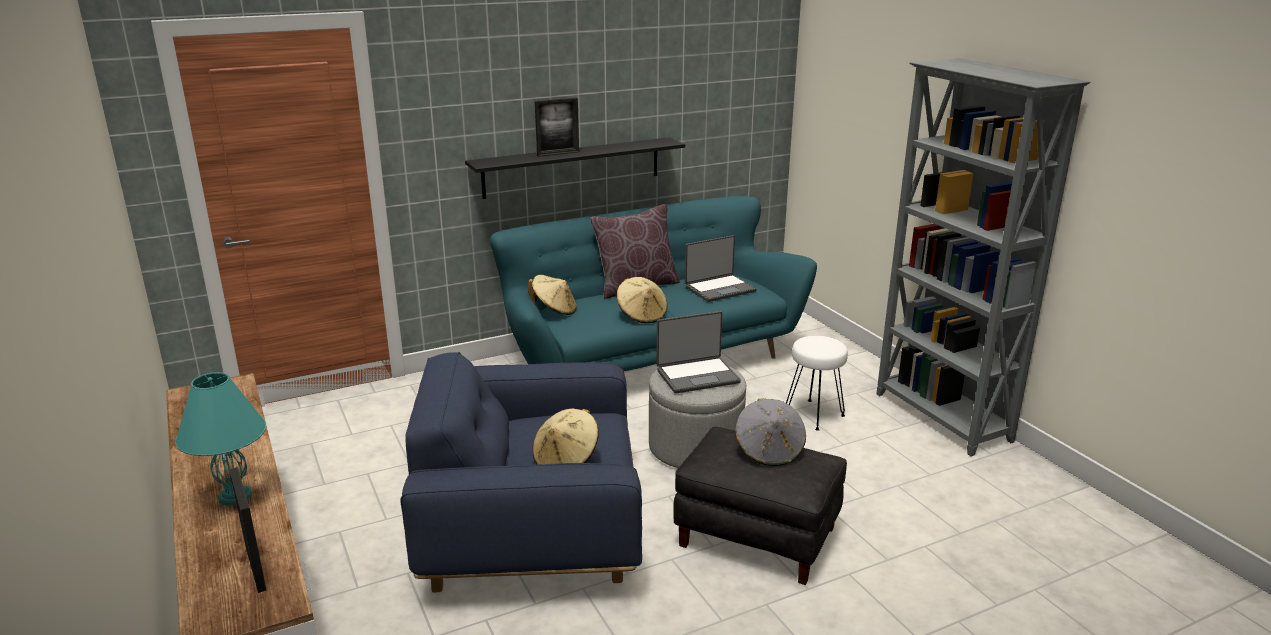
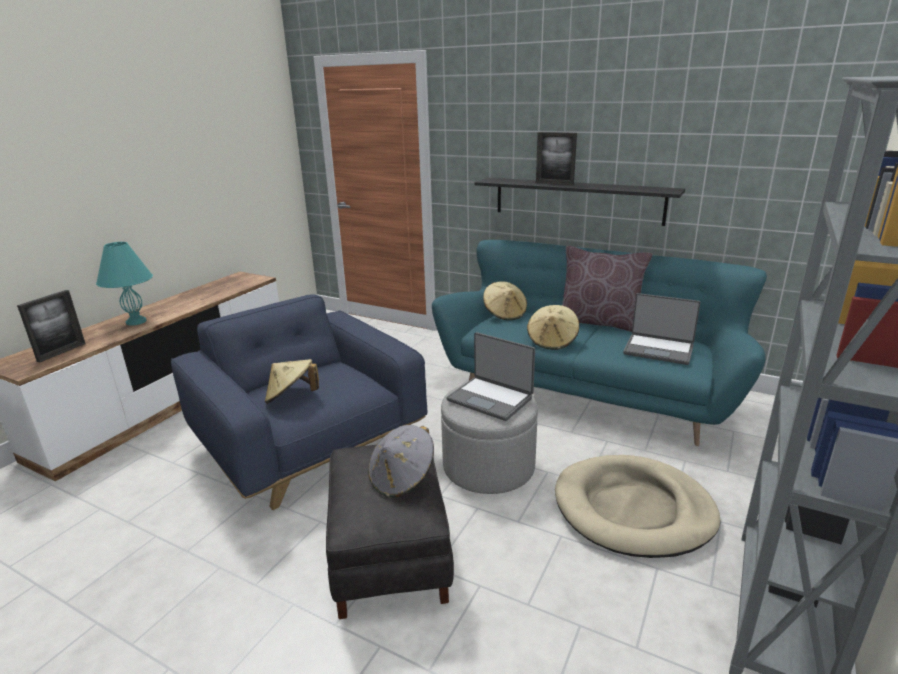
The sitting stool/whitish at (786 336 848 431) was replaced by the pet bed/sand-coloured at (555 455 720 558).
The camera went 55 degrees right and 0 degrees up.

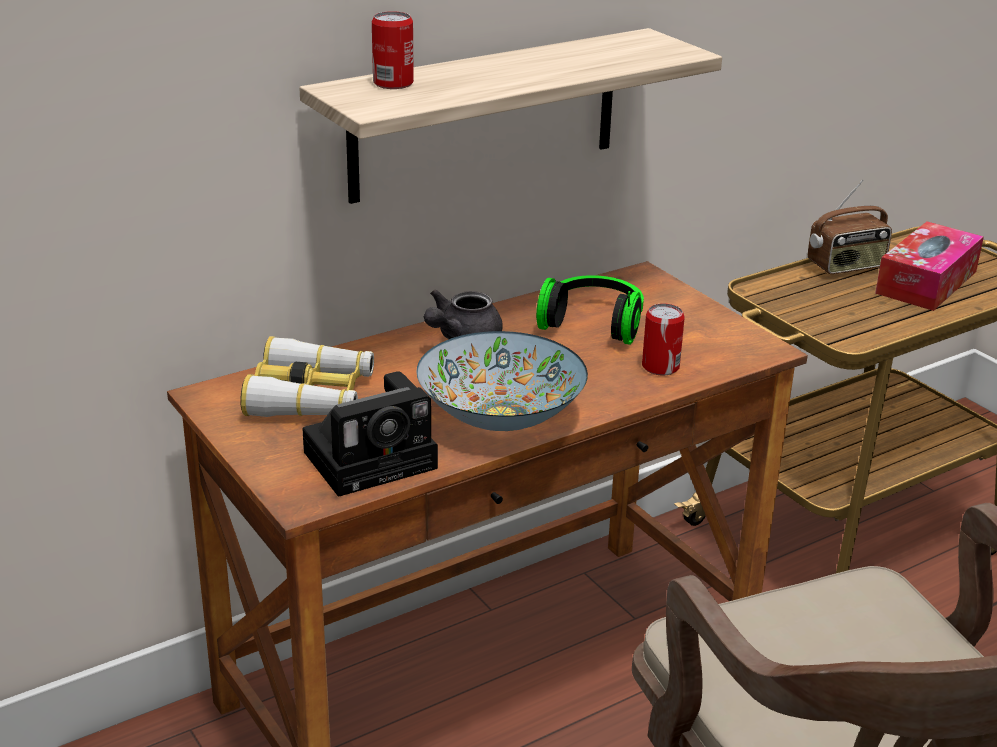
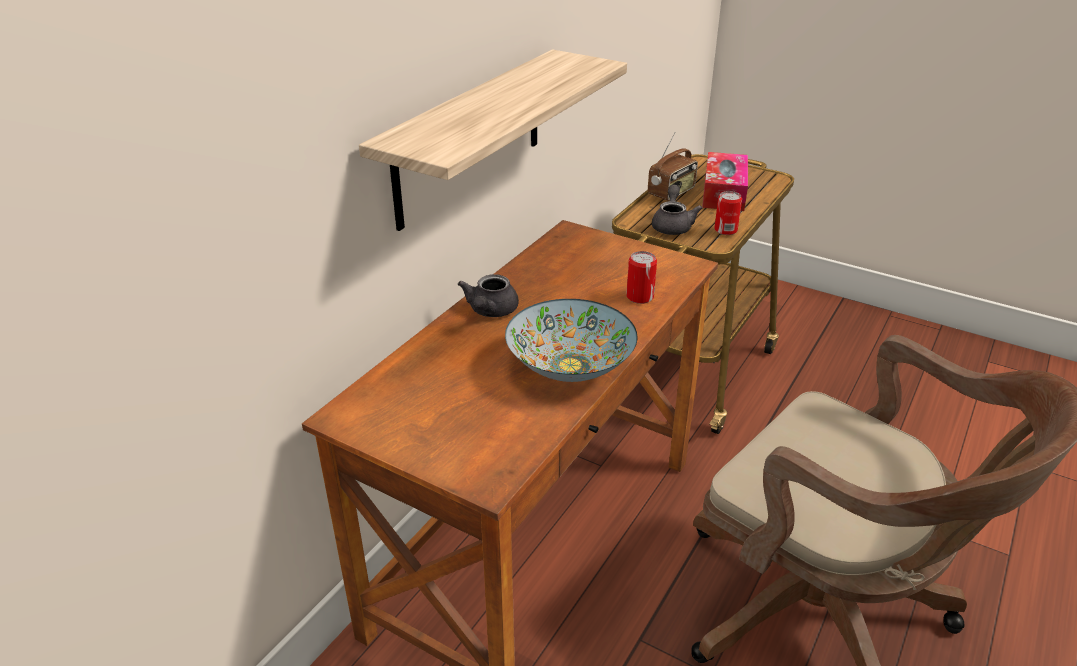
The can moved from (372 11 414 89) to (714 191 742 235).
The headphones at (536 275 644 345) disappeared.
The binoculars at (240 336 374 417) disappeared.
The photo camera at (302 371 438 497) disappeared.
The teapot/greyish at (652 185 702 235) appeared.
The camera went 25 degrees left and 5 degrees up.

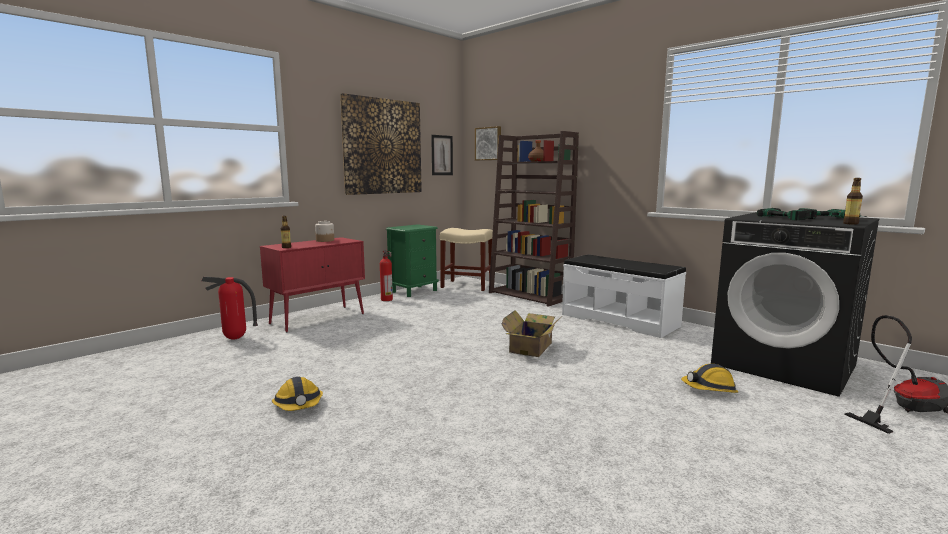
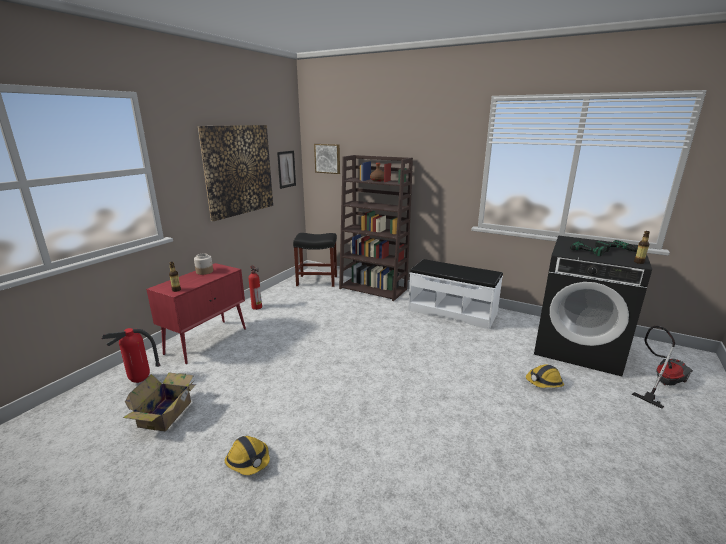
The nightstand/greenish at (386 224 439 297) disappeared.
The sitting stool/sand-coloured at (440 228 493 291) became the sitting stool/black-coloured at (293 233 337 287).
The cardboard box moved from (501 310 561 357) to (123 373 197 431).
The camera went 15 degrees left and 10 degrees up.

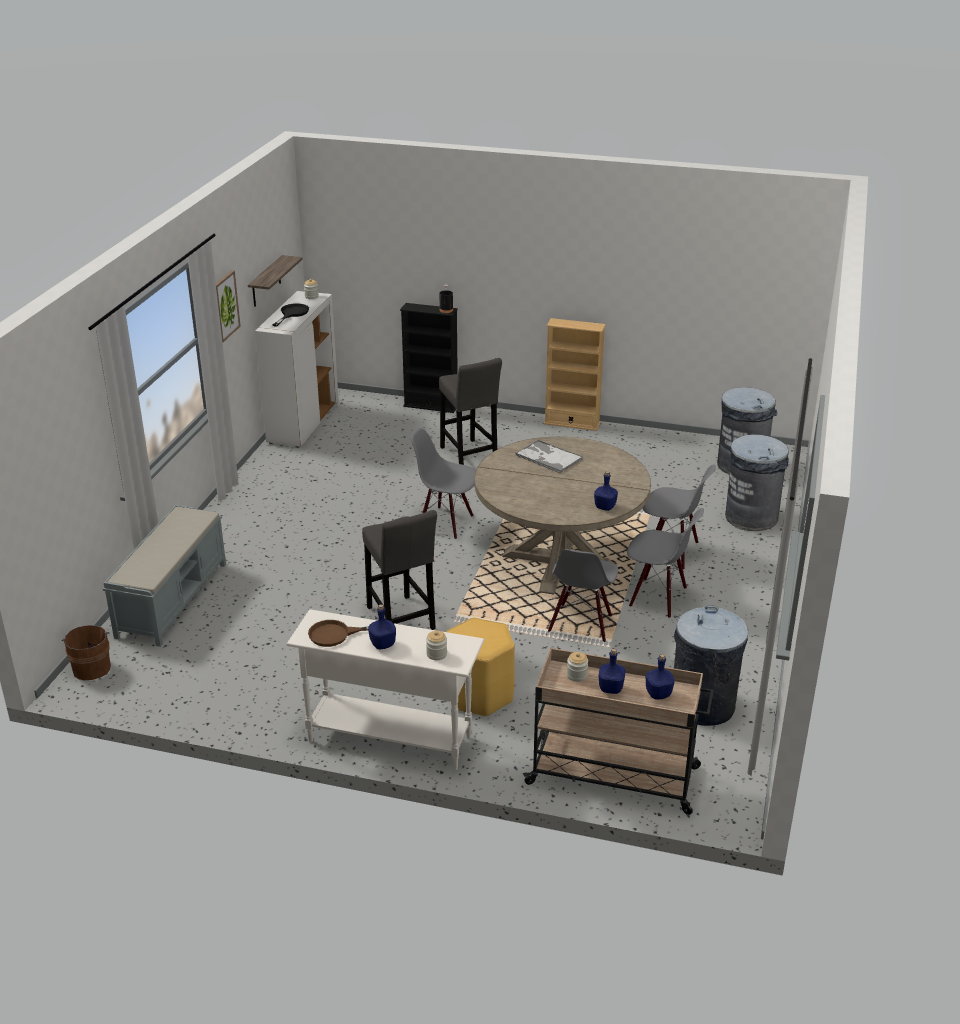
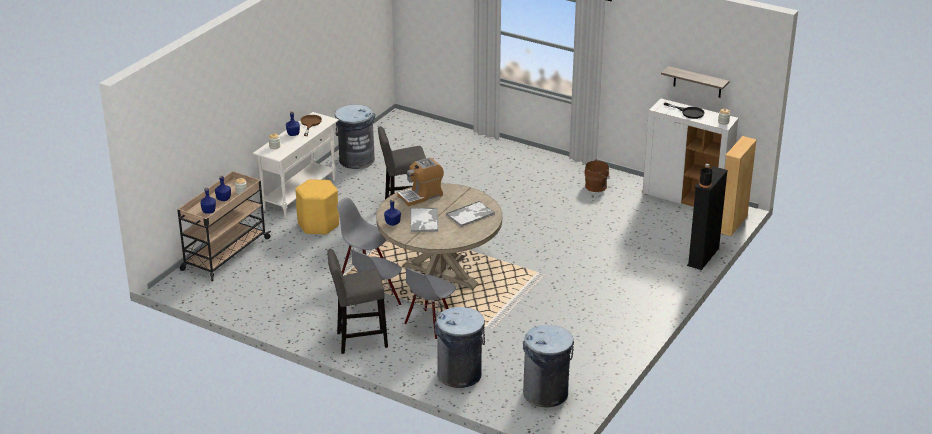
The picture at (216 270 241 343) disappeared.
The bookshelf/sand-coloured moved from (544 318 606 431) to (721 136 757 236).
The sitting stool/greyish moved from (439 358 502 465) to (327 249 388 354).
The plain chair/greyish at (411 428 476 539) disappeared.
The bench/greyish at (103 505 226 647) disappeared.
The rubbish bin/greyish moved from (674 605 748 726) to (335 105 375 169).
The bucket/brown-coloured moved from (62 625 111 680) to (585 159 610 192).
The coffee brewer at (397 158 444 206) appeared.
The serving tray at (410 208 438 232) appeared.
The camera went 105 degrees right and 0 degrees up.

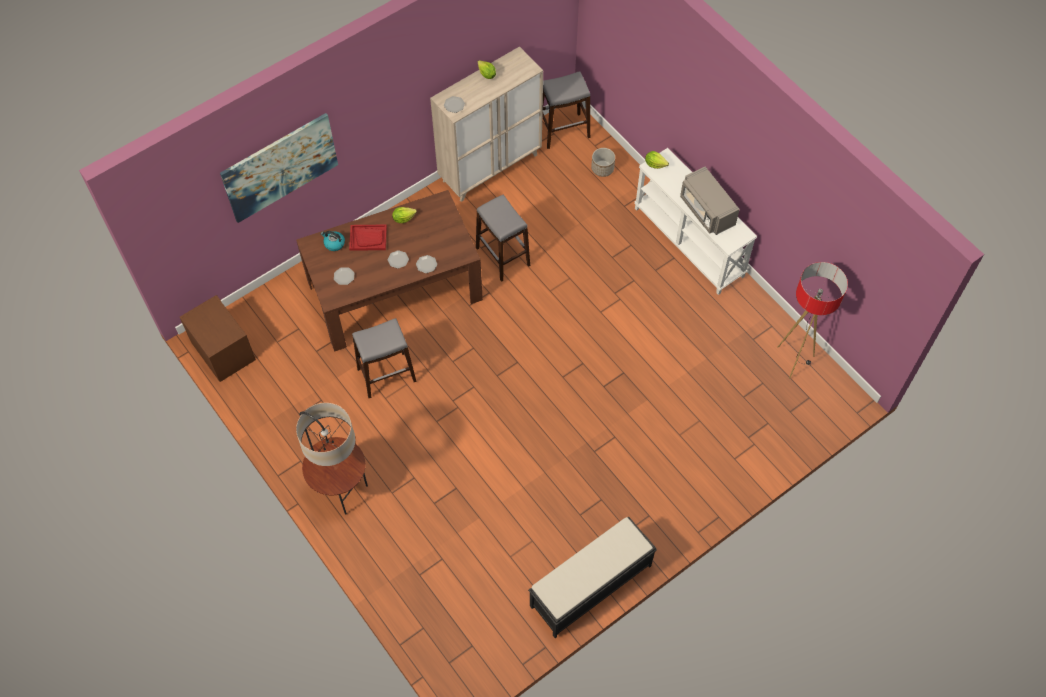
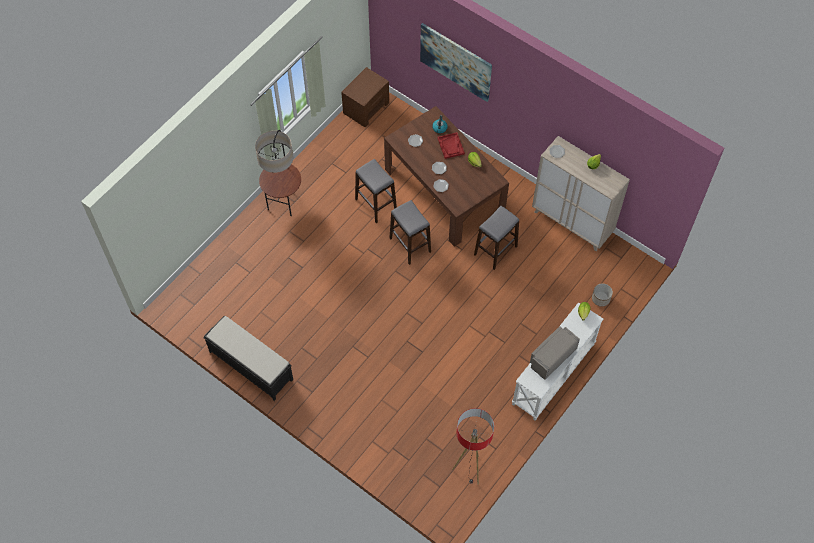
The sitting stool/greyish moved from (542 71 590 149) to (389 200 431 265).
The camera went 75 degrees right and 0 degrees up.

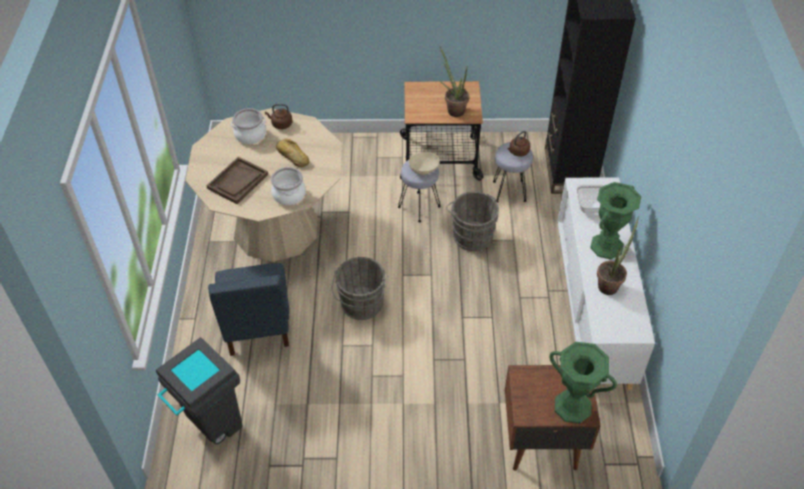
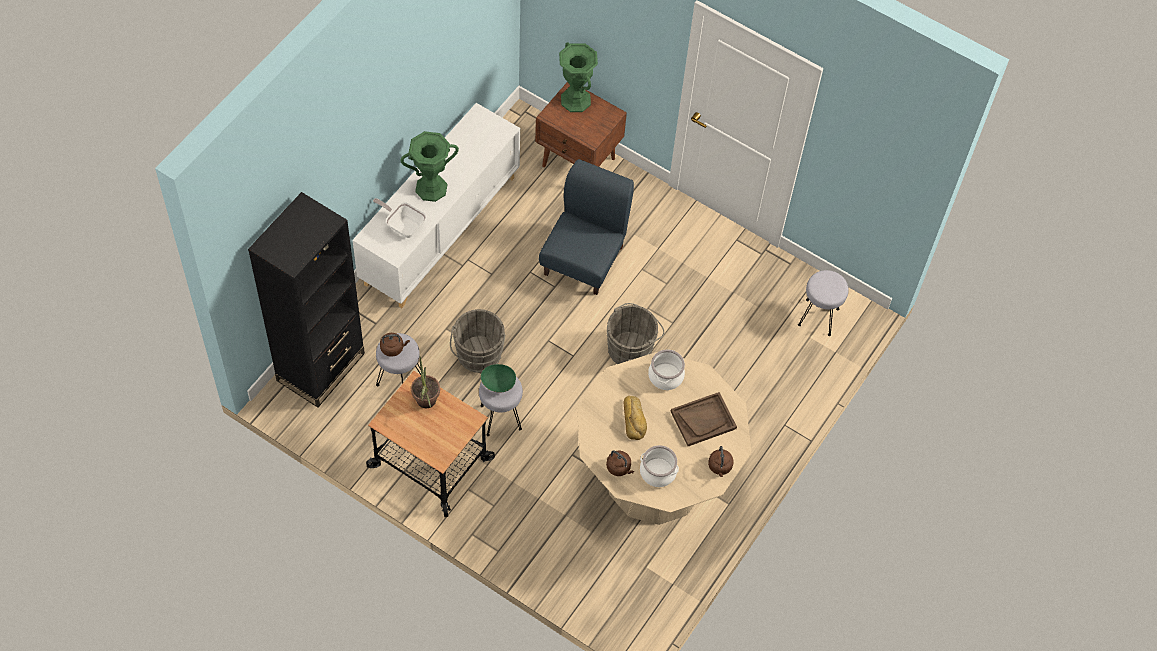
The bowl/sand-coloured at (409 152 440 175) became the bowl/greenish at (480 364 516 393).
The potted plant at (597 217 639 295) disappeared.
The plain chair/bluish moved from (208 263 289 356) to (539 159 634 295).
The rubbish bin/greyish at (156 337 243 444) was replaced by the sitting stool/greyish at (798 270 849 336).
The tea kettle/brown-coloured at (708 446 734 477) appeared.
The camera went 150 degrees left and 10 degrees up.

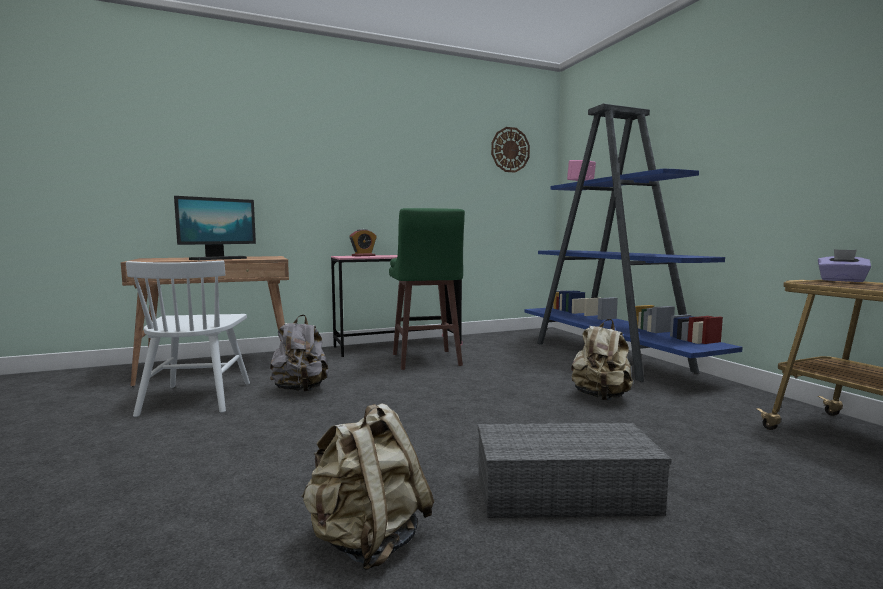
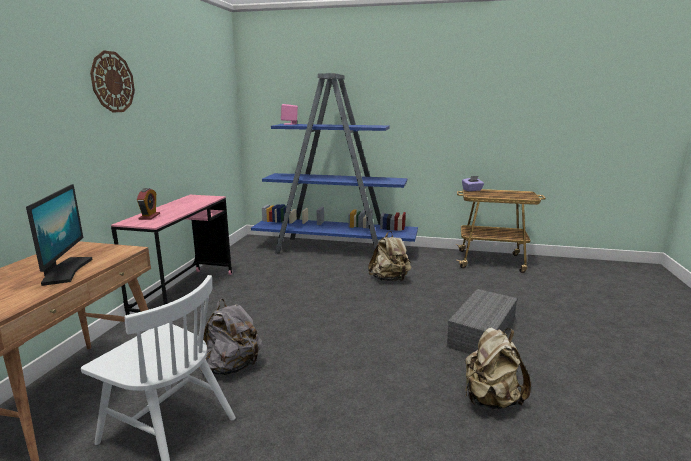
The wall clock moved from (491 127 530 173) to (90 50 135 113).
The sitting stool/greenish at (389 208 465 370) disappeared.
The camera went 55 degrees left and 10 degrees up.

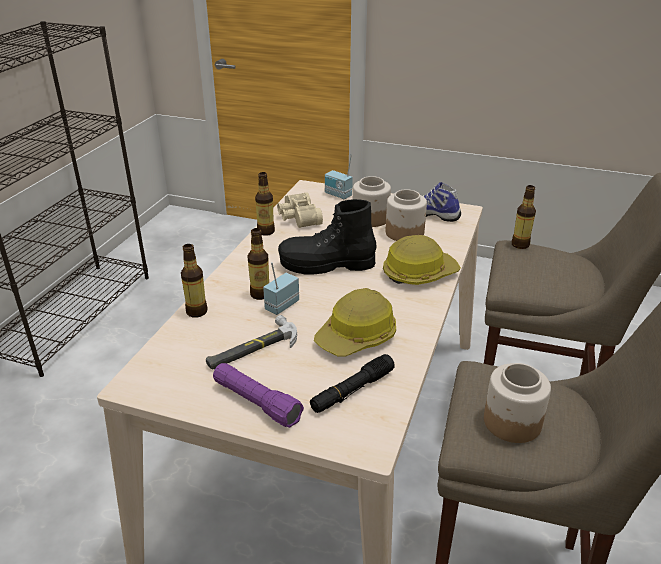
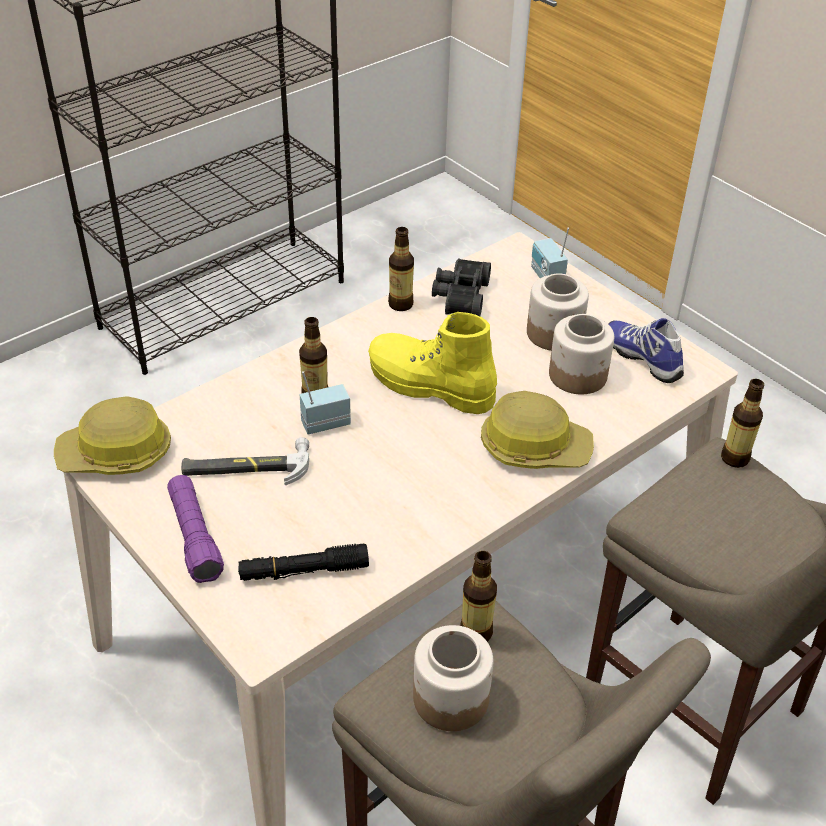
The binoculars/sand-coloured at (277 192 323 228) became the binoculars/black-coloured at (432 259 491 316).
The boot/black-coloured at (278 199 377 275) became the boot/yellow at (368 312 497 414).
The beverage bottle moved from (181 244 208 318) to (460 551 497 641).
The hard hat moved from (314 288 396 357) to (54 396 171 475).
The camera went 30 degrees right and 10 degrees up.

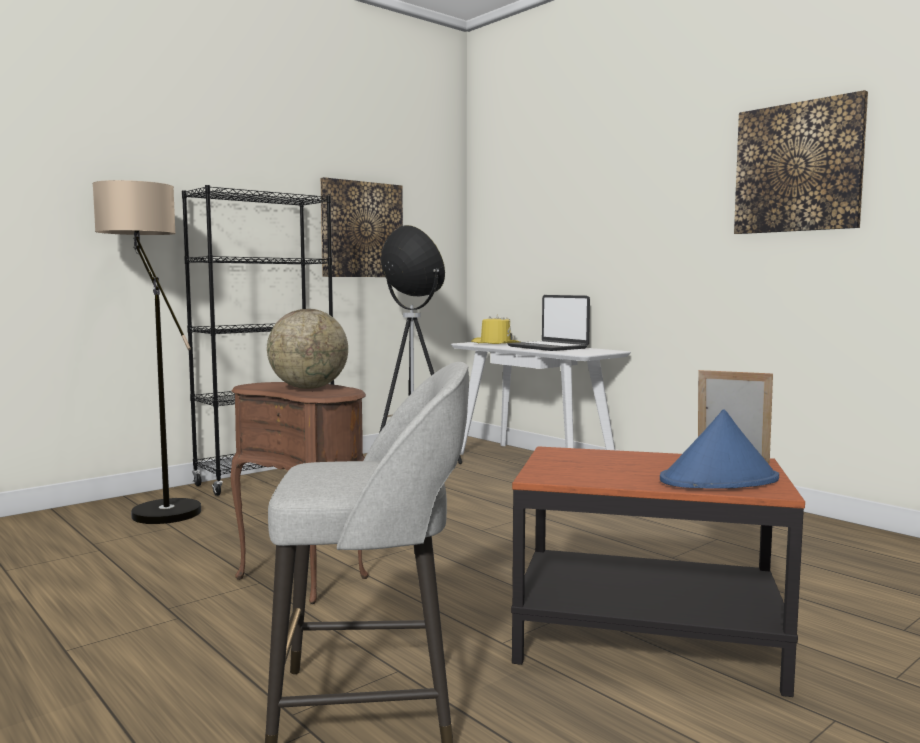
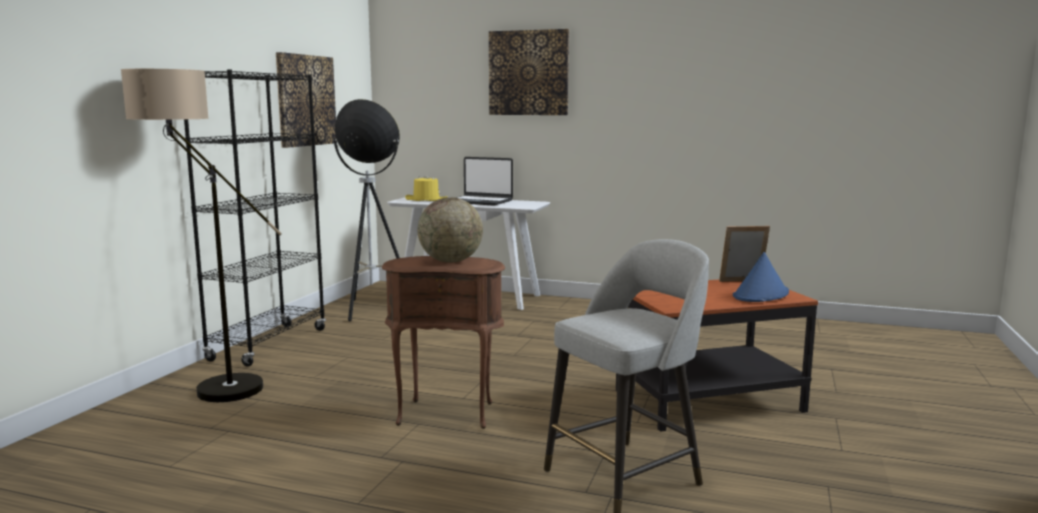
The picture moved from (734 90 868 234) to (489 29 569 115).
The camera went 30 degrees left and 5 degrees up.

